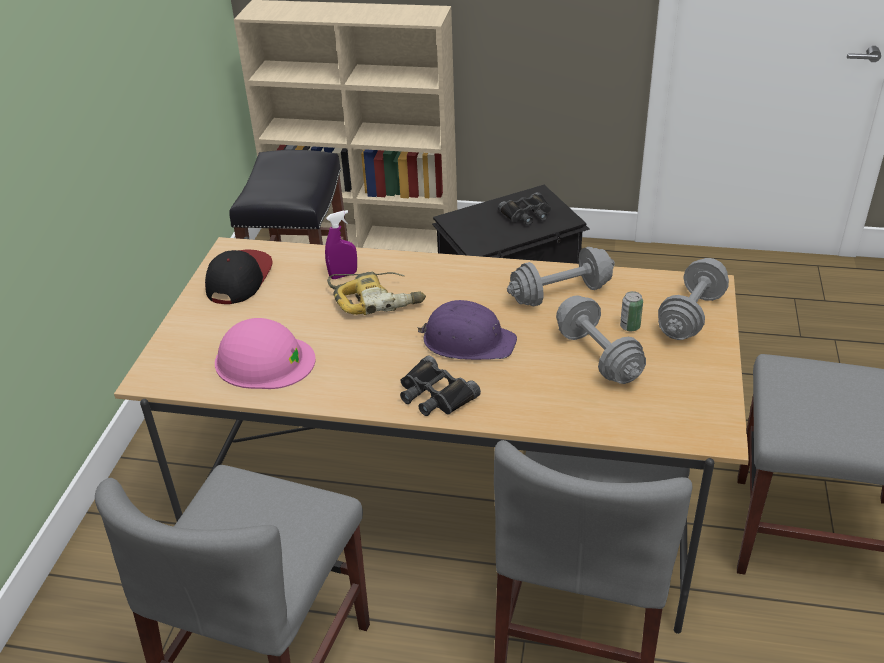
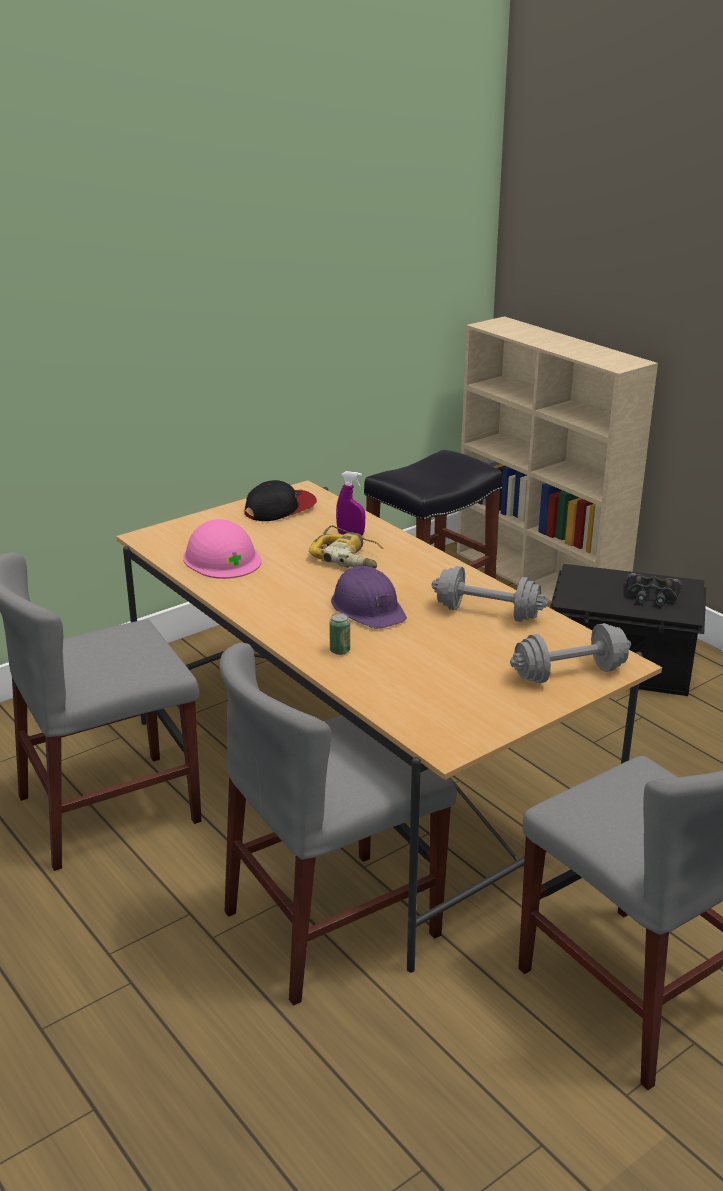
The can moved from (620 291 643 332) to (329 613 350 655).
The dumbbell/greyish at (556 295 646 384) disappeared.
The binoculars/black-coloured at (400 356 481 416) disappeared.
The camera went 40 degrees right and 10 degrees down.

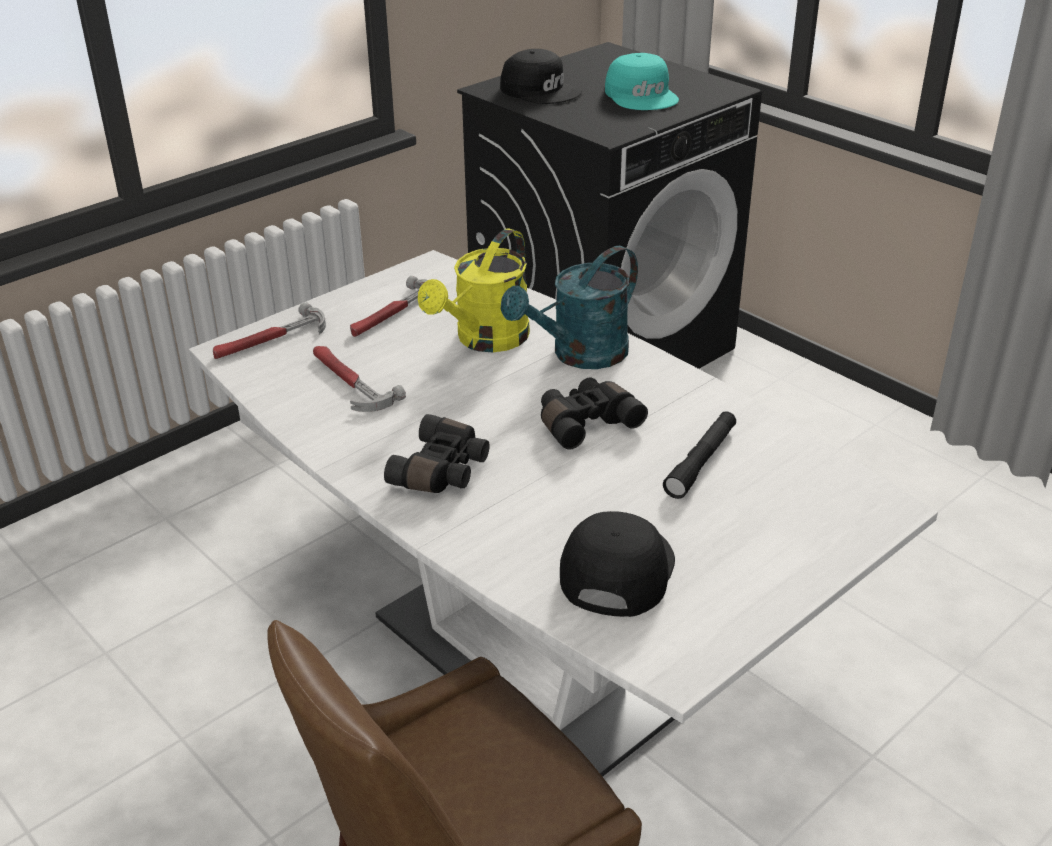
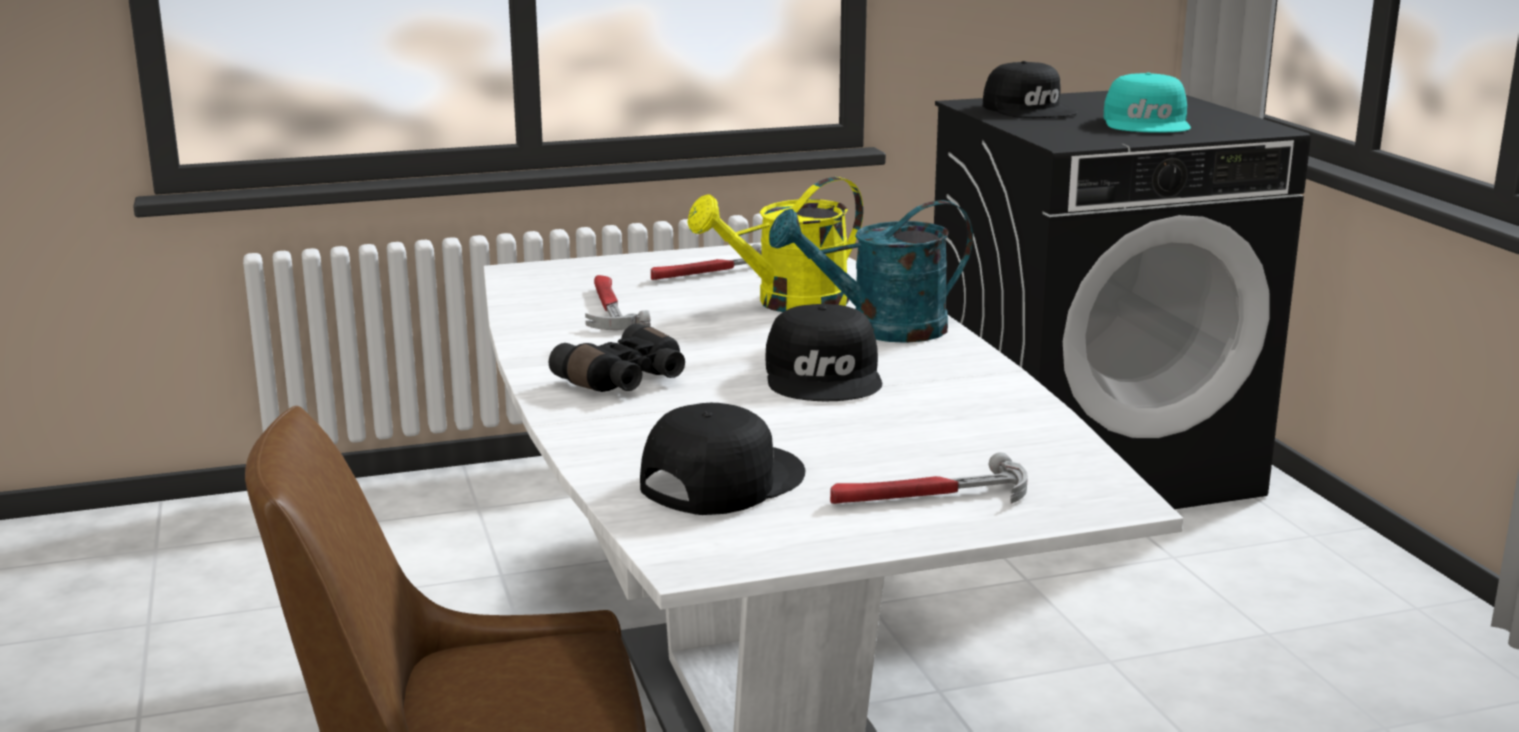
The hammer moved from (213 302 326 359) to (830 452 1028 504).
The binoculars/black-coloured at (541 377 648 450) was replaced by the baseball cap/black-coloured at (765 304 882 401).
The torch/black-coloured at (663 411 736 499) disappeared.
The camera went 25 degrees right and 15 degrees down.

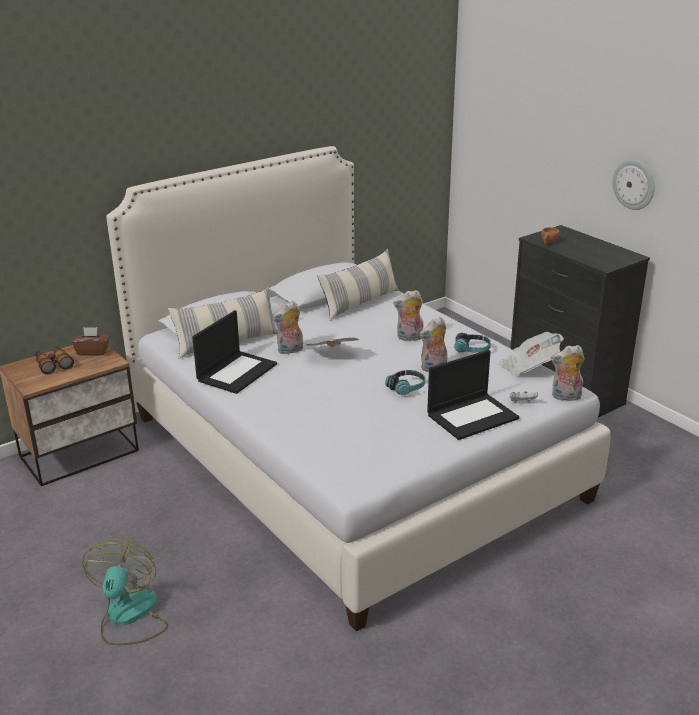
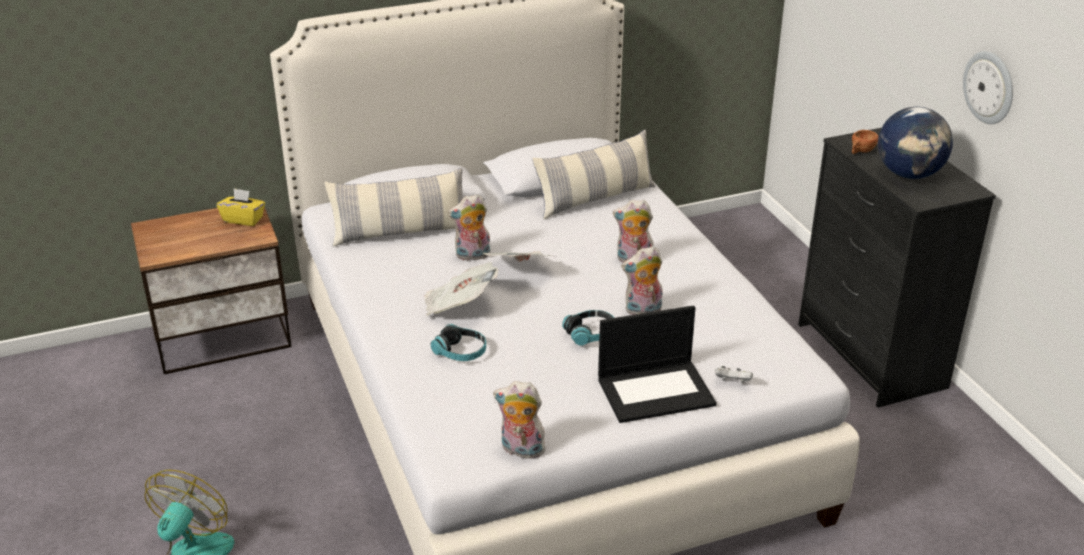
The laptop at (192 310 277 394) disappeared.
The box of tissues/brown-coloured at (71 327 110 356) became the box of tissues/yellow at (217 188 265 226).
The printed paper moved from (499 332 564 376) to (425 262 498 316).
The headphones moved from (454 333 491 353) to (431 324 486 361).
The soft toy moved from (551 345 585 401) to (493 381 546 459).
The binoculars at (35 347 74 375) disappeared.
The desk globe at (878 107 953 179) appeared.
The camera went 15 degrees right and 5 degrees up.

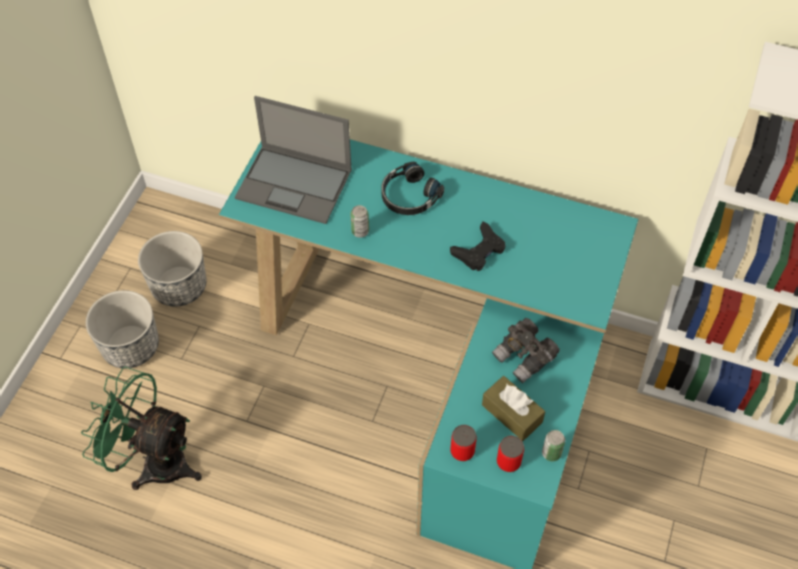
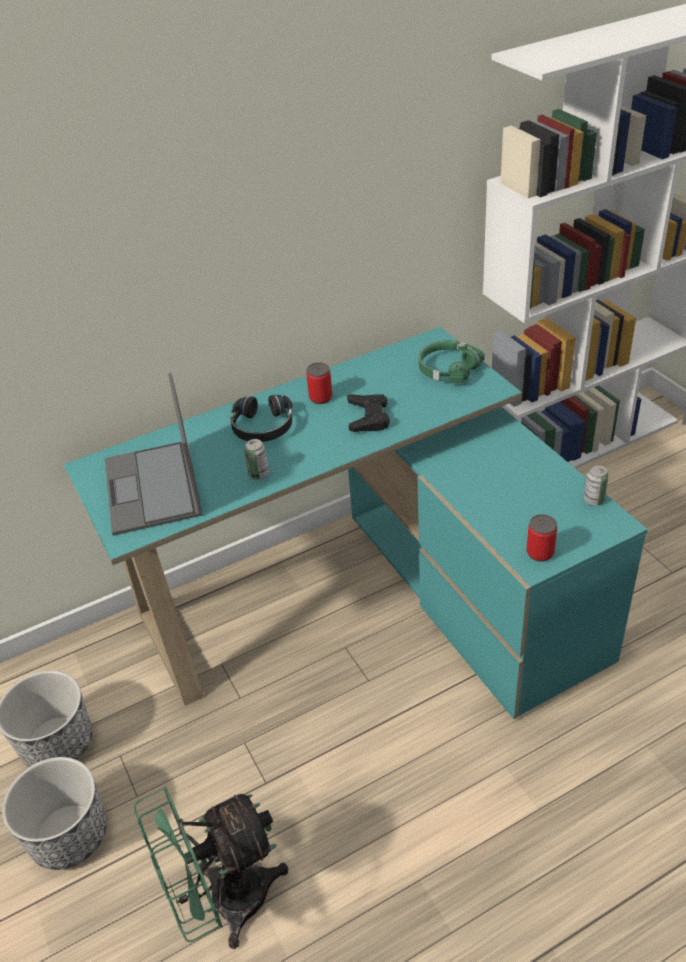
The laptop at (235 96 352 224) turned 105 degrees clockwise.
The binoculars/greyish at (492 318 560 383) disappeared.
The box of tissues/brown-coloured at (482 376 545 441) disappeared.
The can moved from (497 436 524 472) to (306 363 332 404).
The headphones/greenish at (419 340 485 383) appeared.
The camera went 45 degrees left and 15 degrees down.

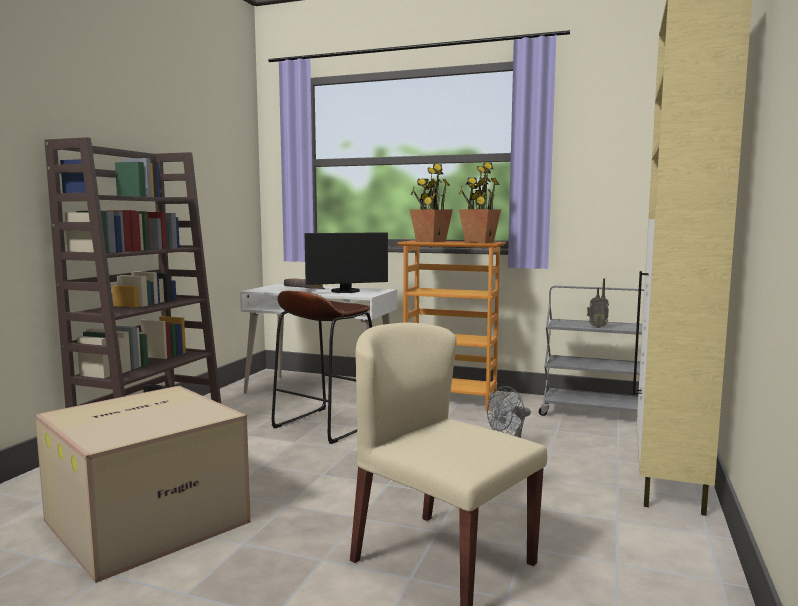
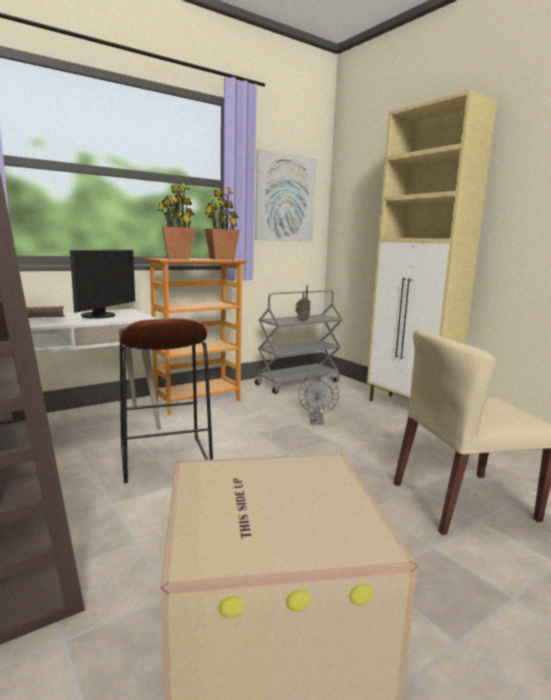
The picture at (255 149 316 242) appeared.
The camera went 55 degrees left and 5 degrees up.

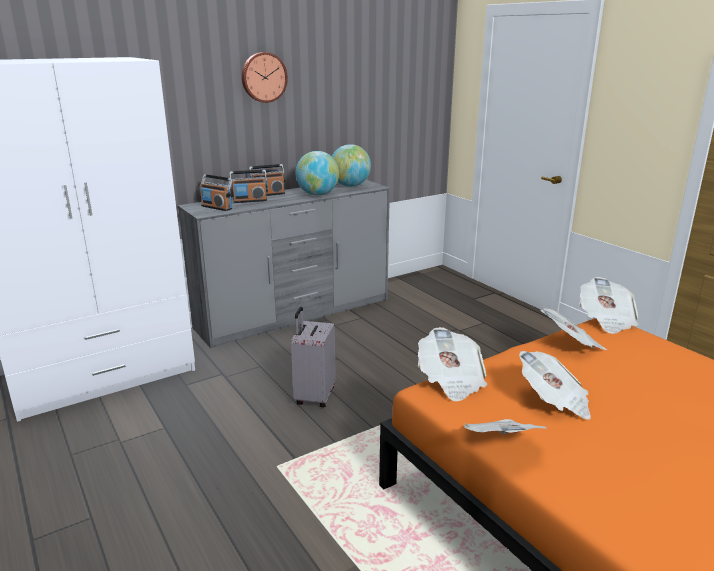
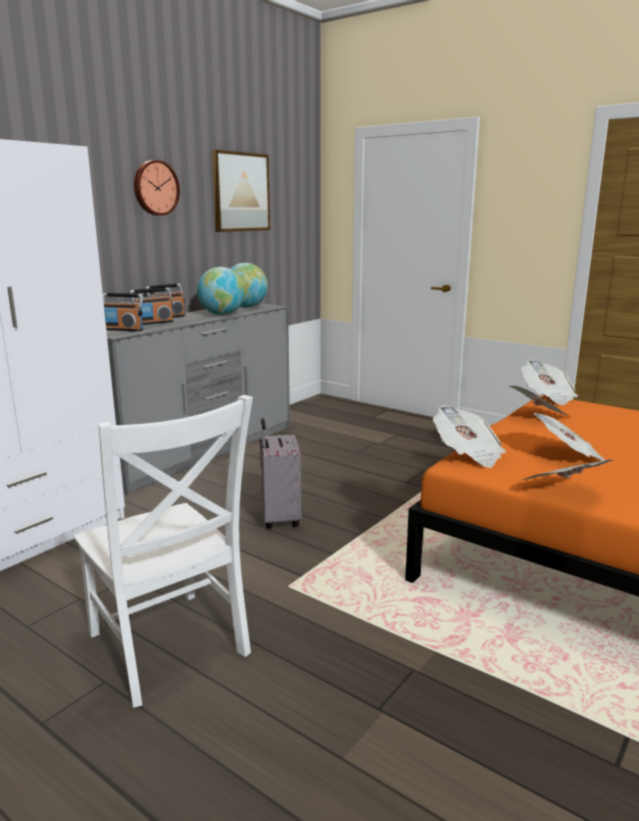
The picture at (212 150 270 232) appeared.
The plain chair/whitish at (74 395 253 708) appeared.
The camera went 20 degrees left and 5 degrees down.

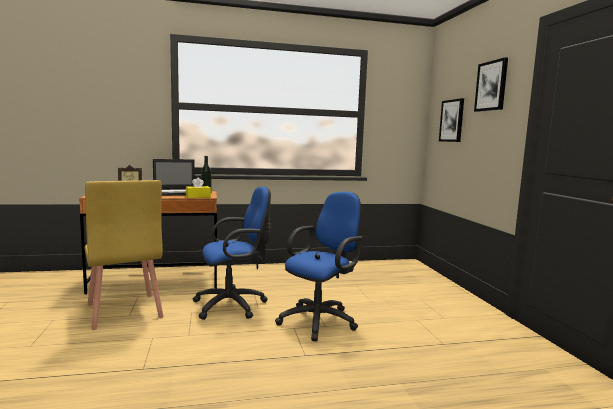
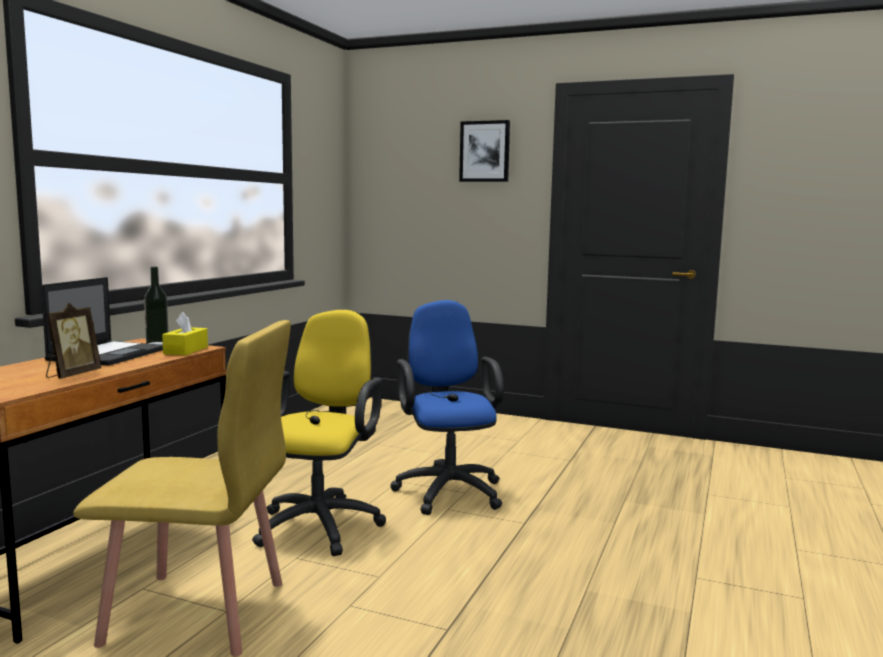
The picture at (439 98 464 142) disappeared.
The desk chair/bluish at (193 187 271 320) became the desk chair/yellow at (252 310 386 556).
The camera went 55 degrees left and 0 degrees up.

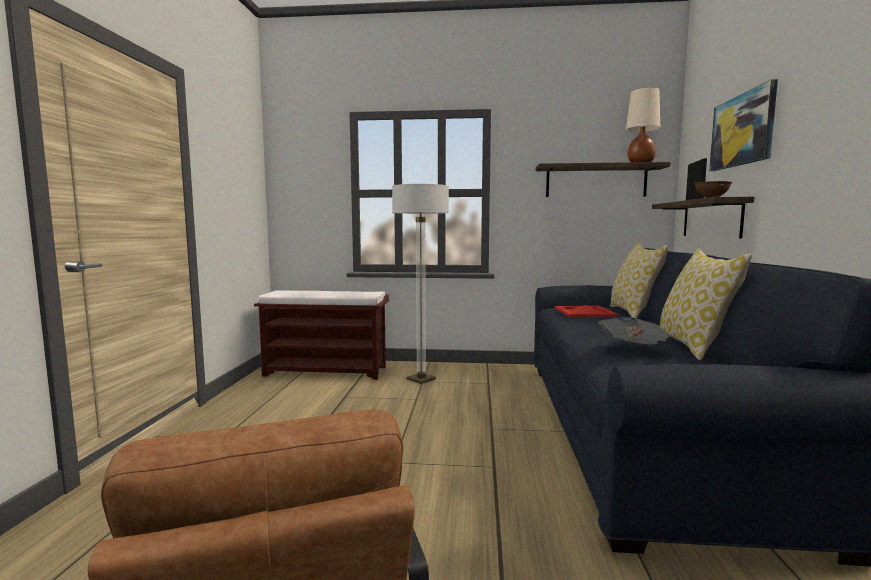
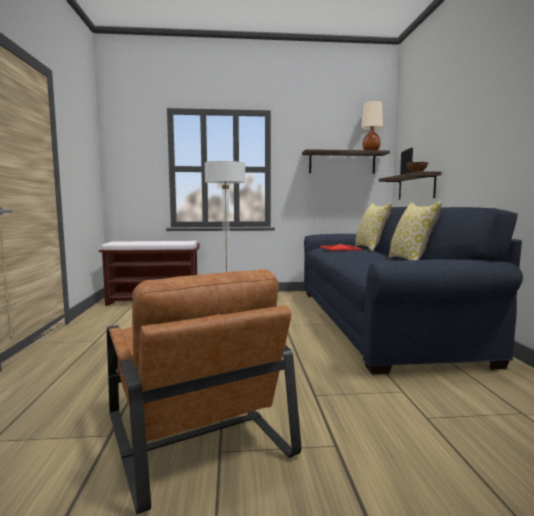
The picture at (709 79 778 171) disappeared.
The printed paper at (597 317 670 344) disappeared.
The camera went 10 degrees left and 0 degrees up.

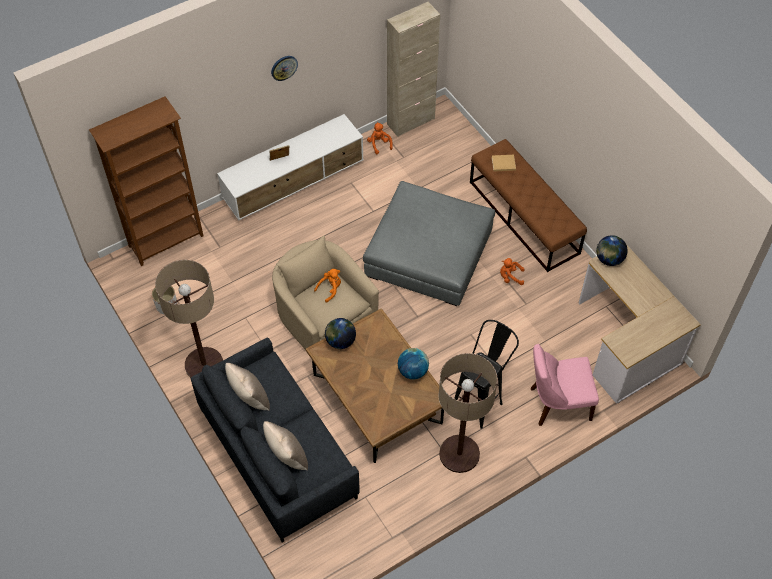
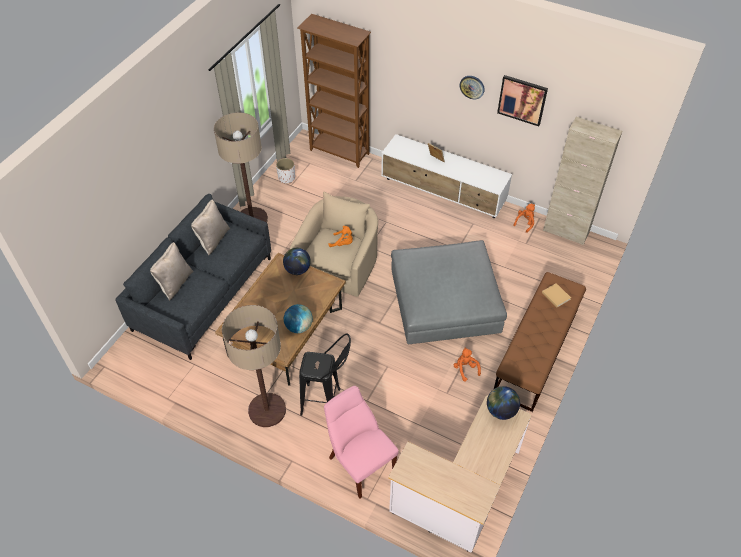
The picture at (497 75 548 126) appeared.
The camera went 60 degrees right and 5 degrees down.

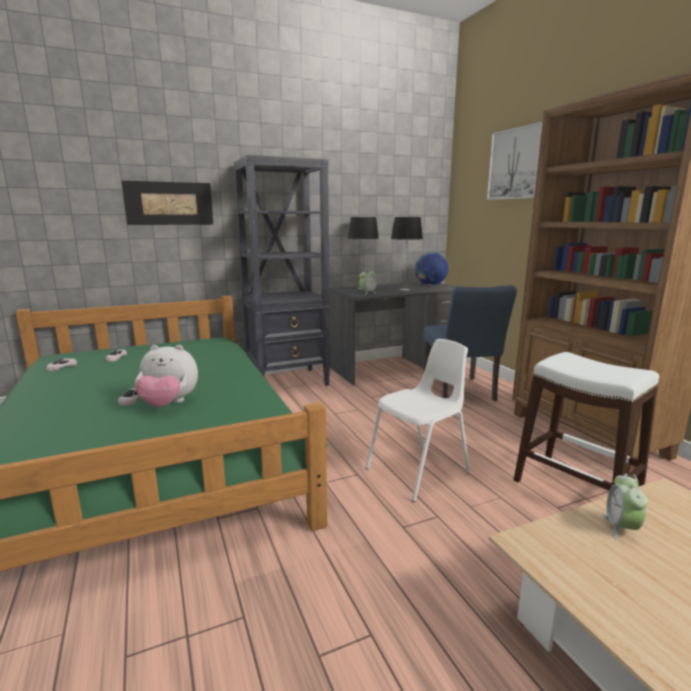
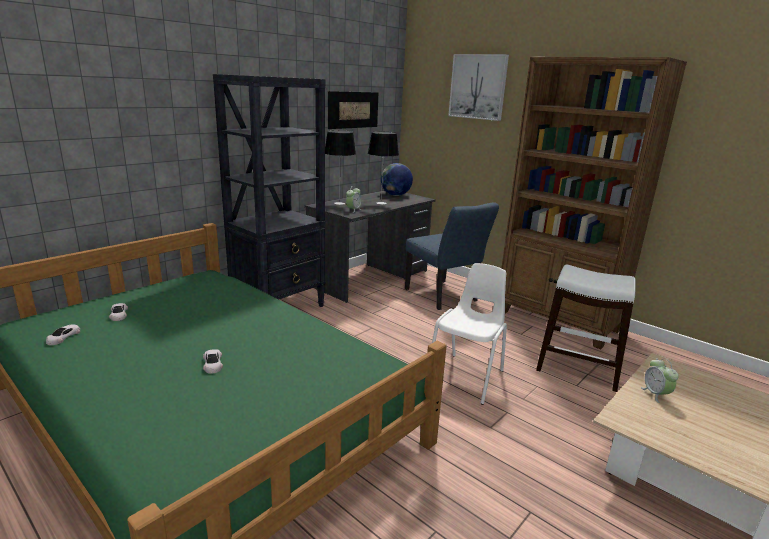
The picture moved from (122 181 213 225) to (328 91 378 129).
The soft toy at (135 345 198 407) disappeared.
The camera went 25 degrees left and 5 degrees up.

